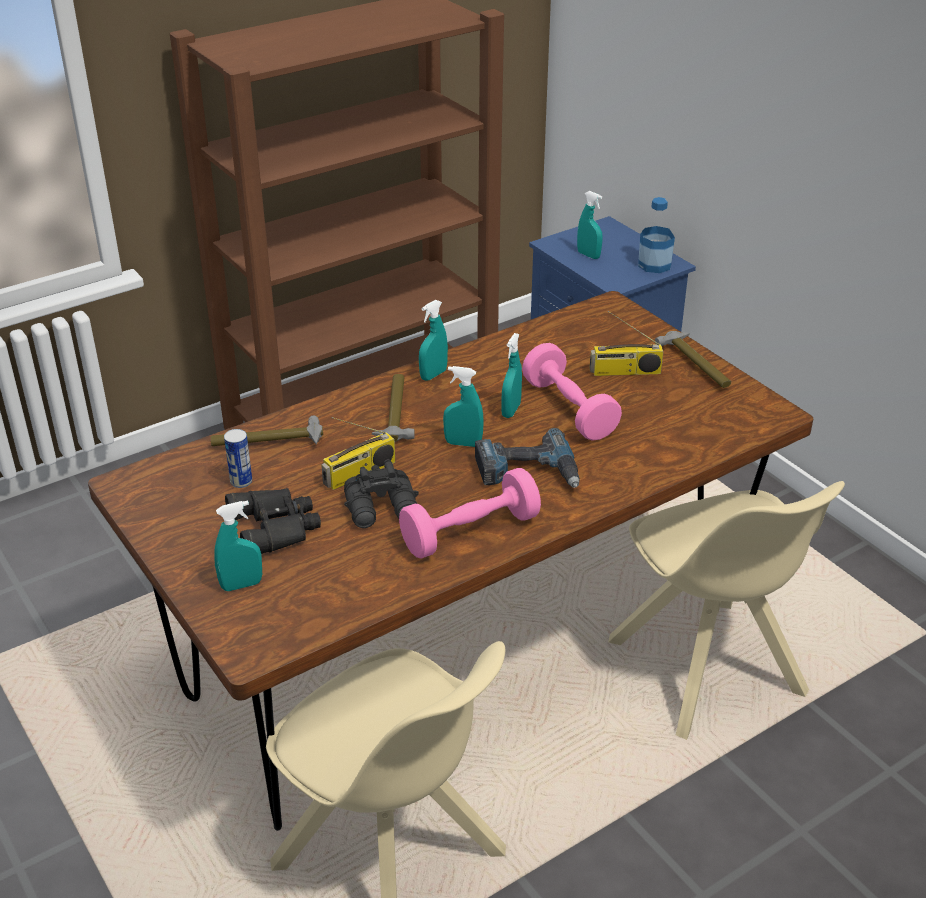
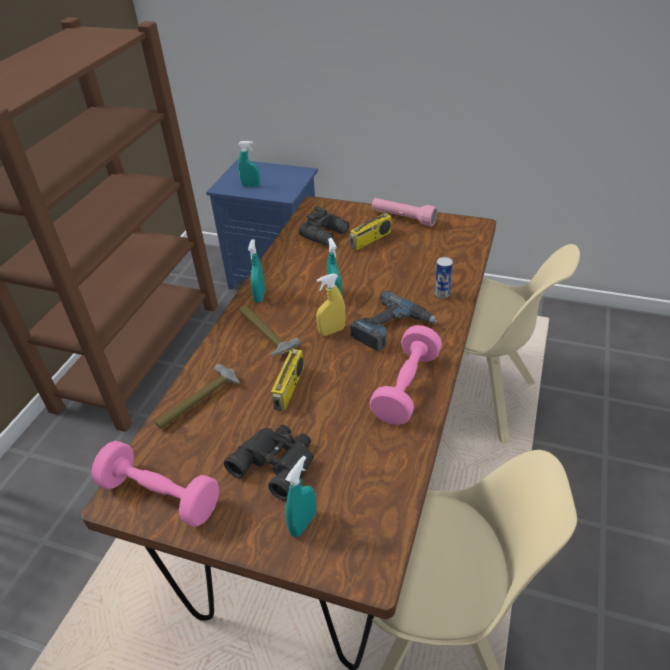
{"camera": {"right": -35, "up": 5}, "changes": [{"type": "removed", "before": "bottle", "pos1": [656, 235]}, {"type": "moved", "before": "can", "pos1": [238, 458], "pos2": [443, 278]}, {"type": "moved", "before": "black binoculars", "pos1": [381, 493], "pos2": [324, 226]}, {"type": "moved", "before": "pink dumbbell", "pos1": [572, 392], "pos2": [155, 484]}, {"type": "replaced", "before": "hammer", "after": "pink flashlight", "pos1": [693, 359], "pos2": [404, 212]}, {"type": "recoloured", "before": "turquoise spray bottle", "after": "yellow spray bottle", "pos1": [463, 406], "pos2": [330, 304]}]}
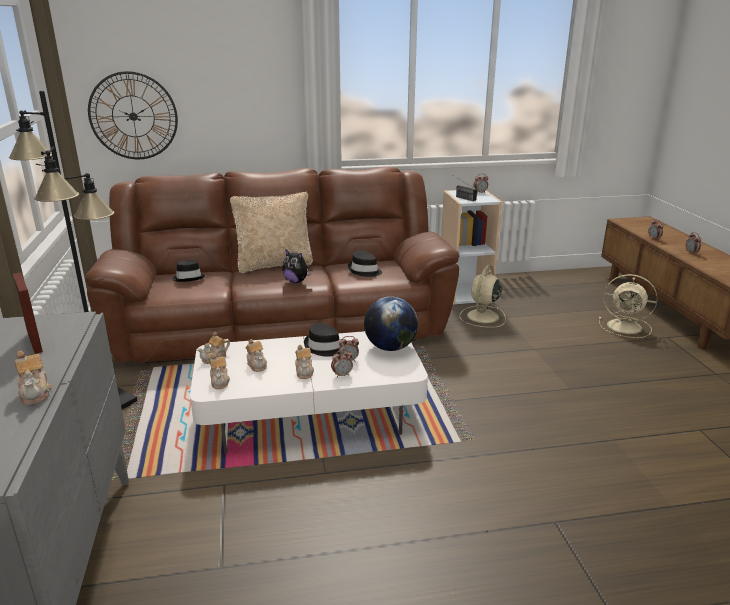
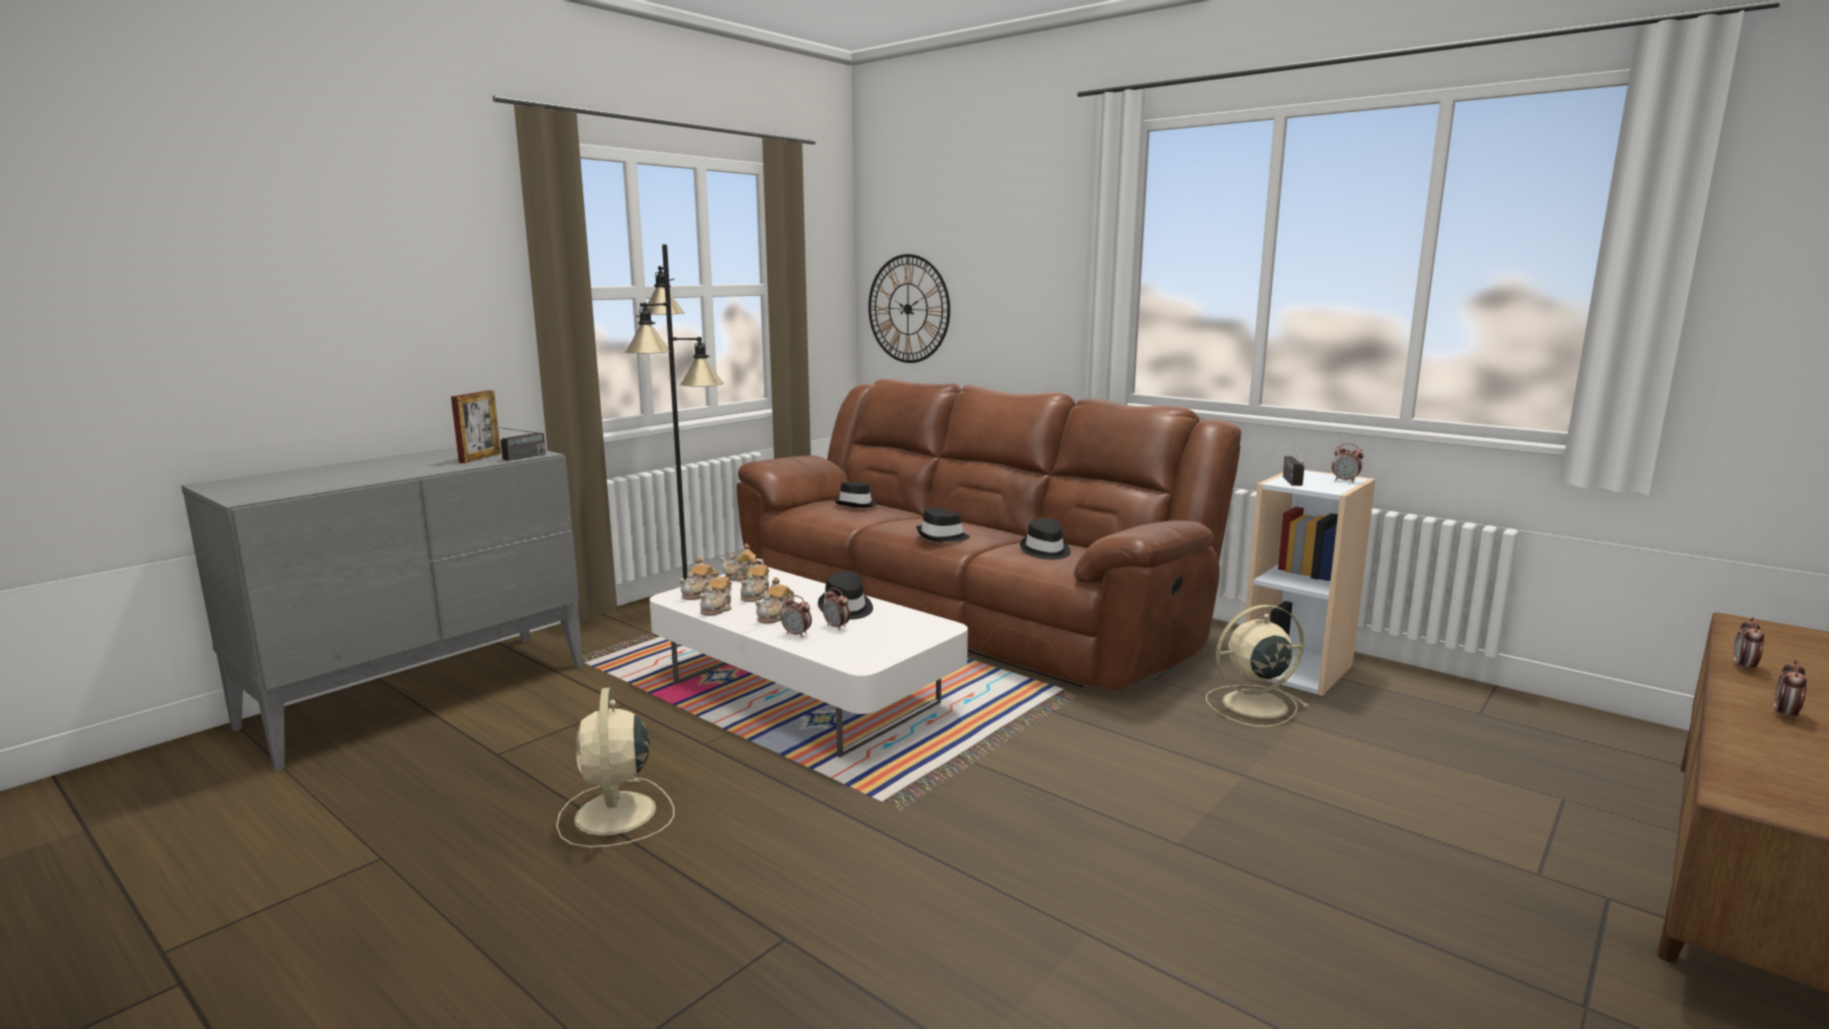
{"camera": {"right": 50, "up": -10}, "changes": [{"type": "removed", "before": "beige pillow", "pos1": [271, 232]}, {"type": "removed", "before": "globe", "pos1": [391, 324]}, {"type": "added", "after": "radio", "pos2": [511, 442]}, {"type": "moved", "before": "teapot", "pos1": [33, 378], "pos2": [715, 593]}, {"type": "moved", "before": "beige fan", "pos1": [628, 306], "pos2": [615, 767]}, {"type": "replaced", "before": "plush toy", "after": "black hat", "pos1": [297, 266], "pos2": [943, 525]}]}
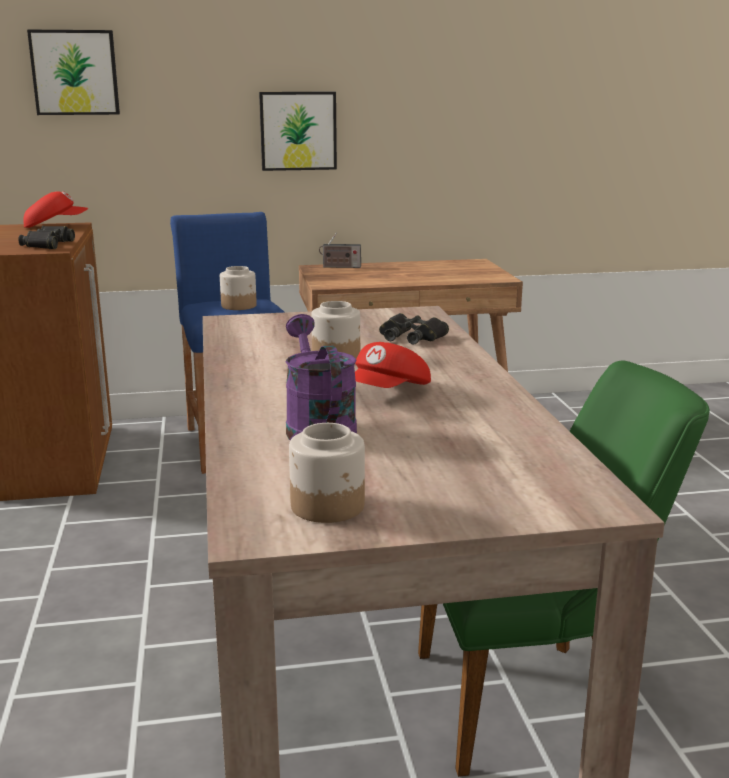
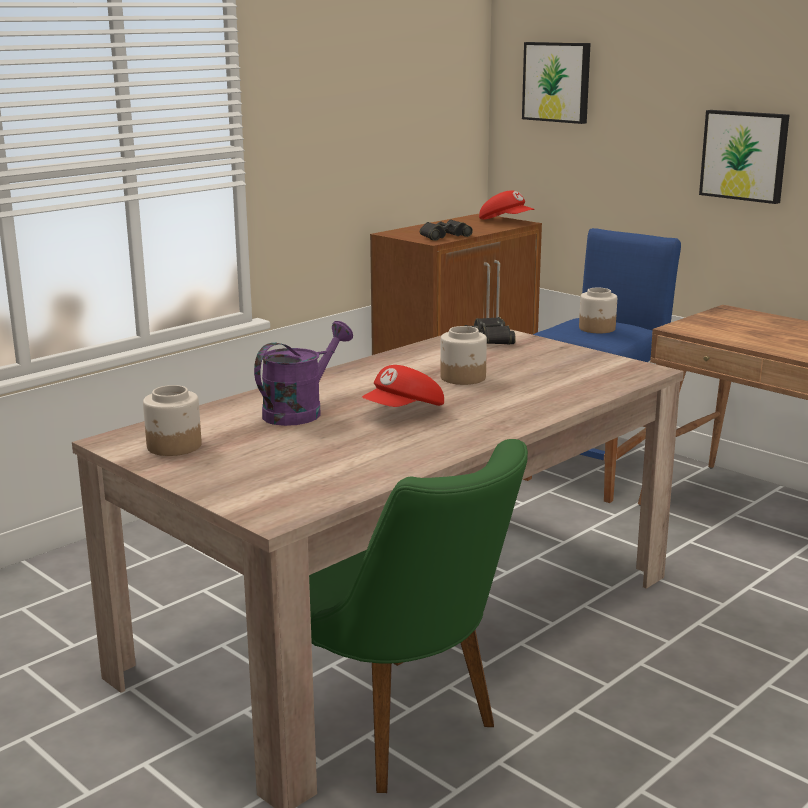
{"camera": {"right": 55, "up": 0}, "changes": [{"type": "removed", "before": "radio", "pos1": [340, 250]}, {"type": "moved", "before": "black binoculars", "pos1": [414, 329], "pos2": [490, 331]}, {"type": "turned", "before": "red cap", "pos1": [393, 365], "pos2": [403, 386], "turn": -45}]}
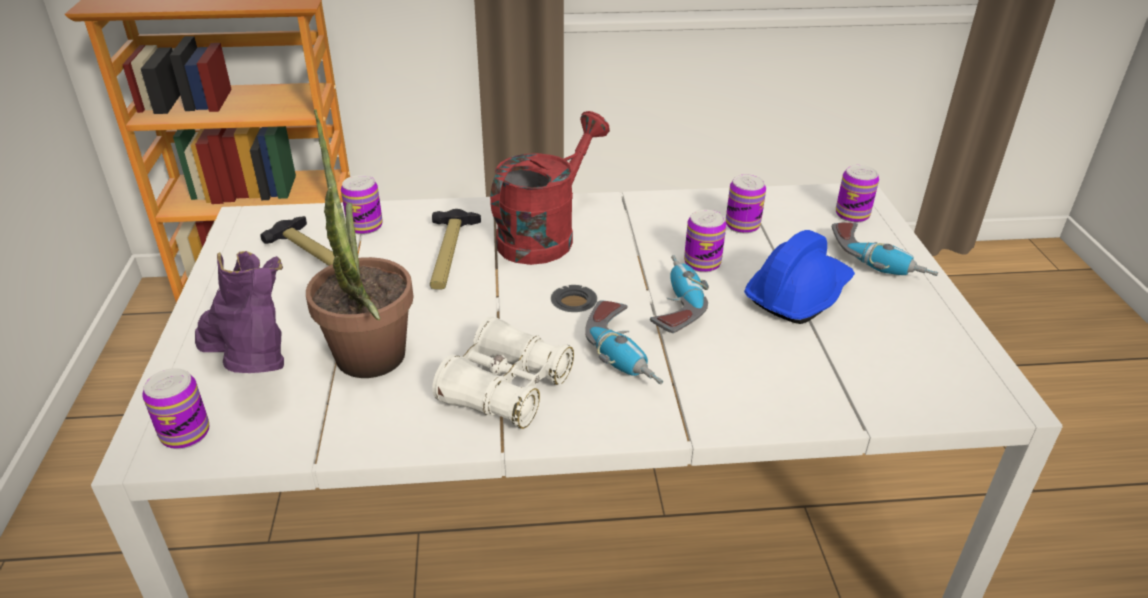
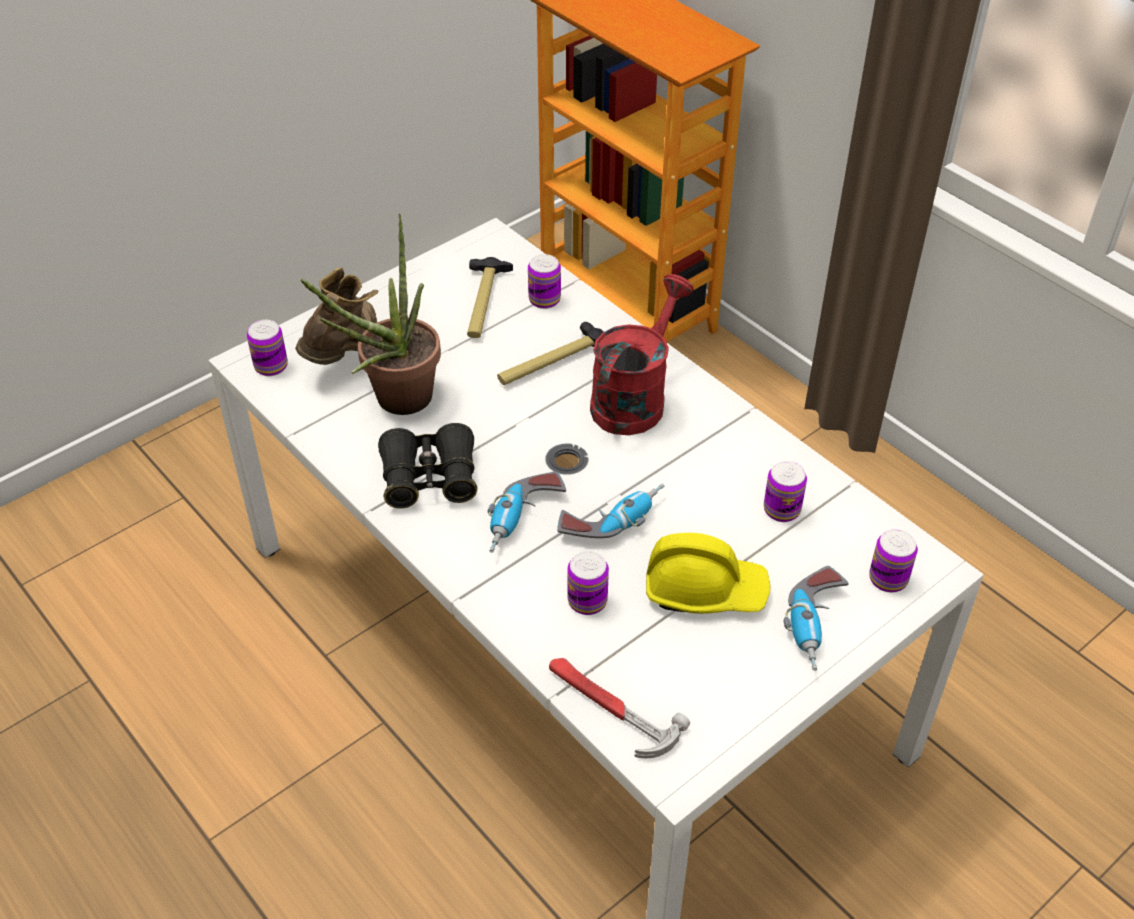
{"camera": {"right": 55, "up": 10}, "changes": [{"type": "added", "after": "hammer", "pos2": [619, 708]}, {"type": "moved", "before": "can", "pos1": [705, 241], "pos2": [588, 583]}, {"type": "recoloured", "before": "purple boot", "after": "brown boot", "pos1": [239, 312], "pos2": [337, 316]}, {"type": "recoloured", "before": "white binoculars", "after": "black binoculars", "pos1": [503, 372], "pos2": [427, 466]}, {"type": "recoloured", "before": "blue hard hat", "after": "yellow hard hat", "pos1": [799, 277], "pos2": [708, 573]}, {"type": "turned", "before": "red watering can", "pos1": [550, 188], "pos2": [642, 354], "turn": -60}]}
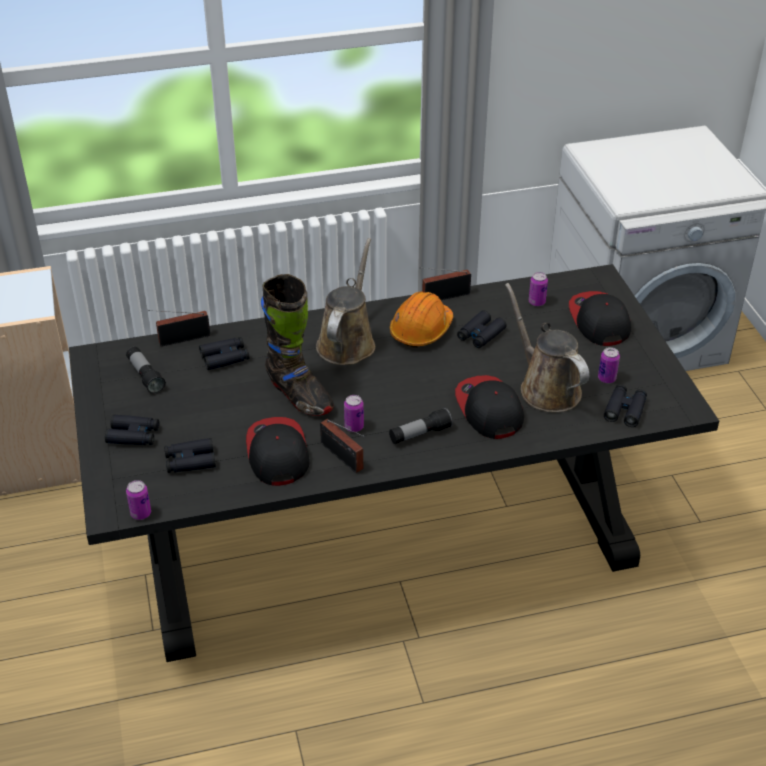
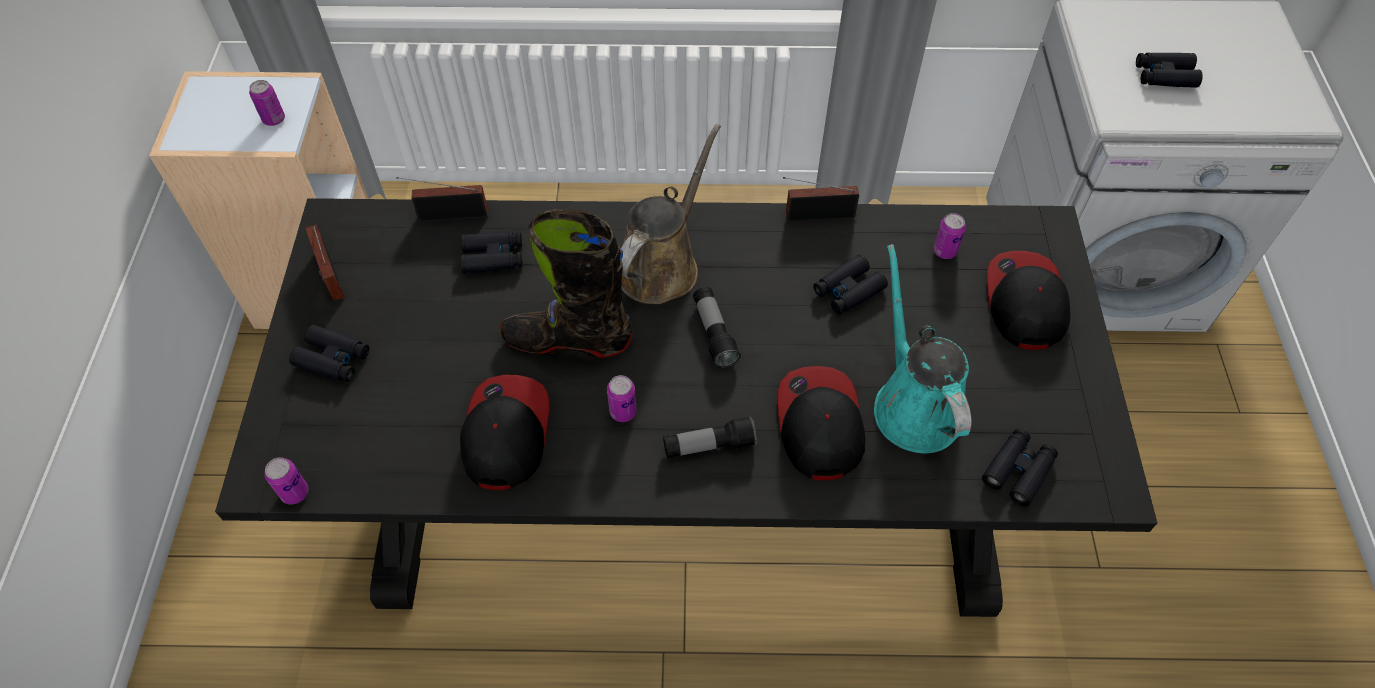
{"camera": {"right": 15, "up": 15}, "changes": [{"type": "removed", "before": "orange hard hat", "pos1": [421, 319]}, {"type": "moved", "before": "flashlight", "pos1": [146, 370], "pos2": [717, 327]}, {"type": "moved", "before": "black binoculars", "pos1": [190, 455], "pos2": [1169, 70]}, {"type": "moved", "before": "radio", "pos1": [343, 446], "pos2": [325, 262]}, {"type": "moved", "before": "can", "pos1": [609, 365], "pos2": [267, 103]}, {"type": "recoloured", "before": "brown watering can", "after": "turquoise watering can", "pos1": [547, 347], "pos2": [923, 348]}, {"type": "turned", "before": "black boot", "pos1": [297, 345], "pos2": [566, 283], "turn": 120}]}
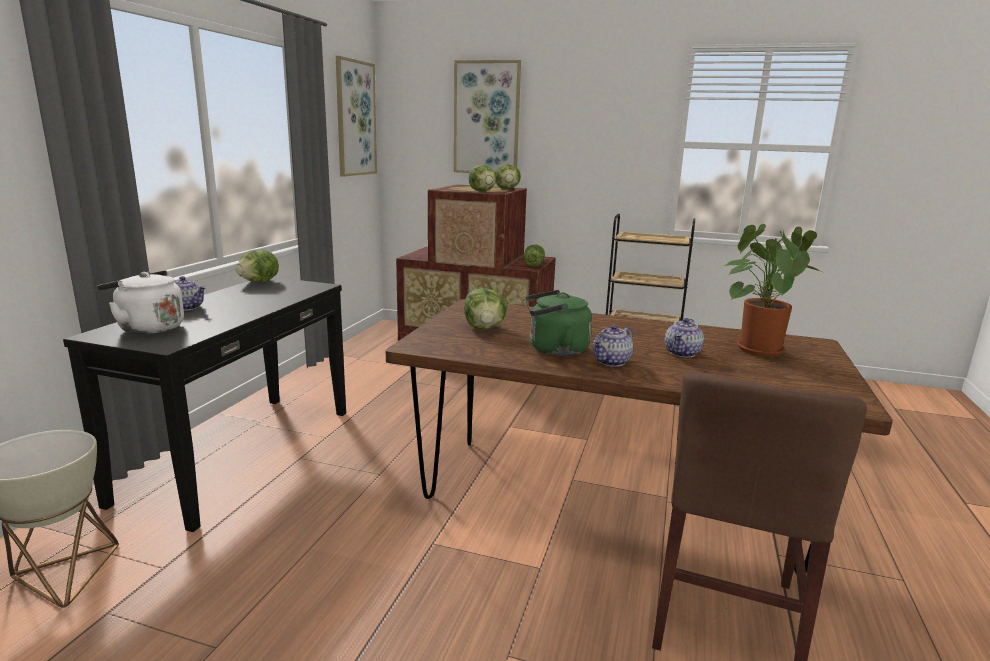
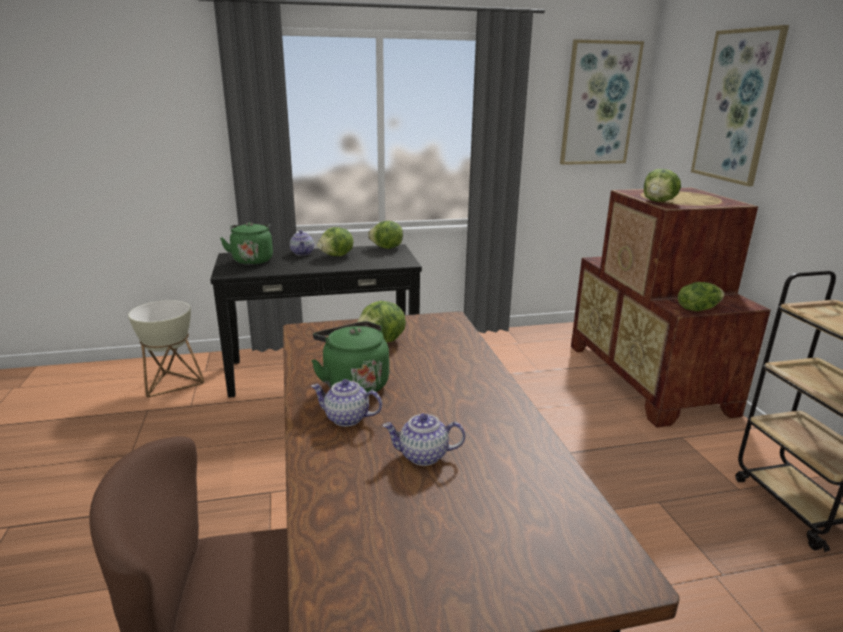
{"camera": {"right": 60, "up": 5}, "changes": [{"type": "removed", "before": "potted plant", "pos1": [775, 290]}, {"type": "moved", "before": "lettuce", "pos1": [508, 176], "pos2": [335, 241]}, {"type": "recoloured", "before": "white kettle", "after": "green kettle", "pos1": [140, 302], "pos2": [246, 243]}]}
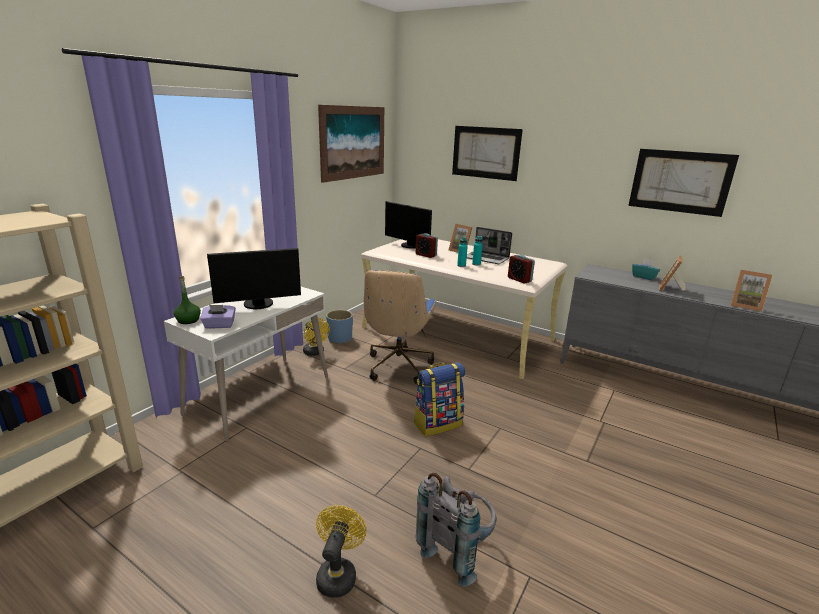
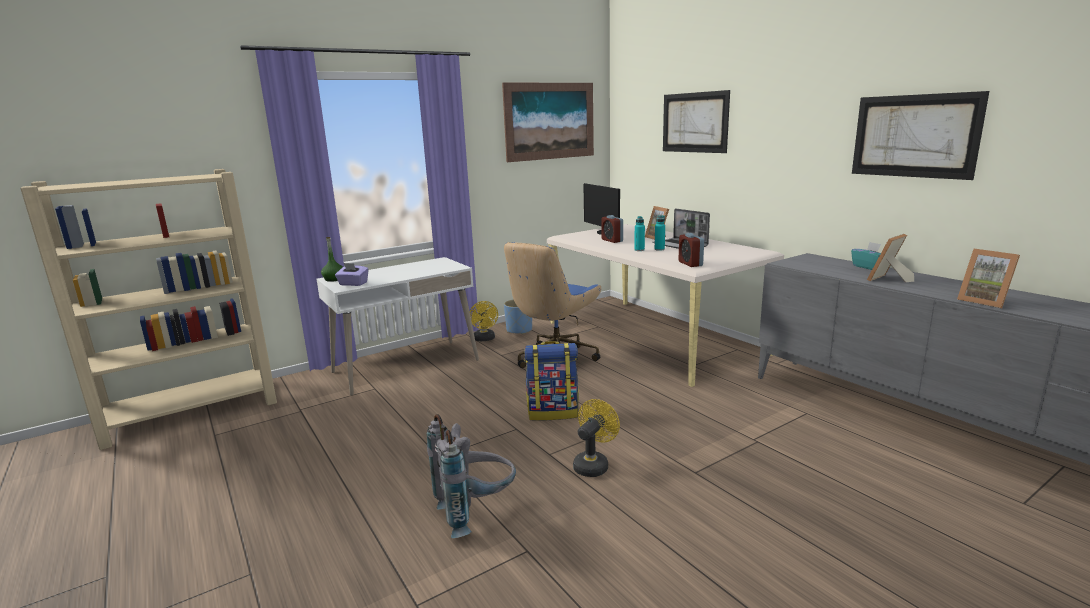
{"camera": {"right": 25, "up": -5}, "changes": [{"type": "removed", "before": "monitor", "pos1": [254, 278]}, {"type": "moved", "before": "yellow fan", "pos1": [341, 551], "pos2": [596, 438]}]}
